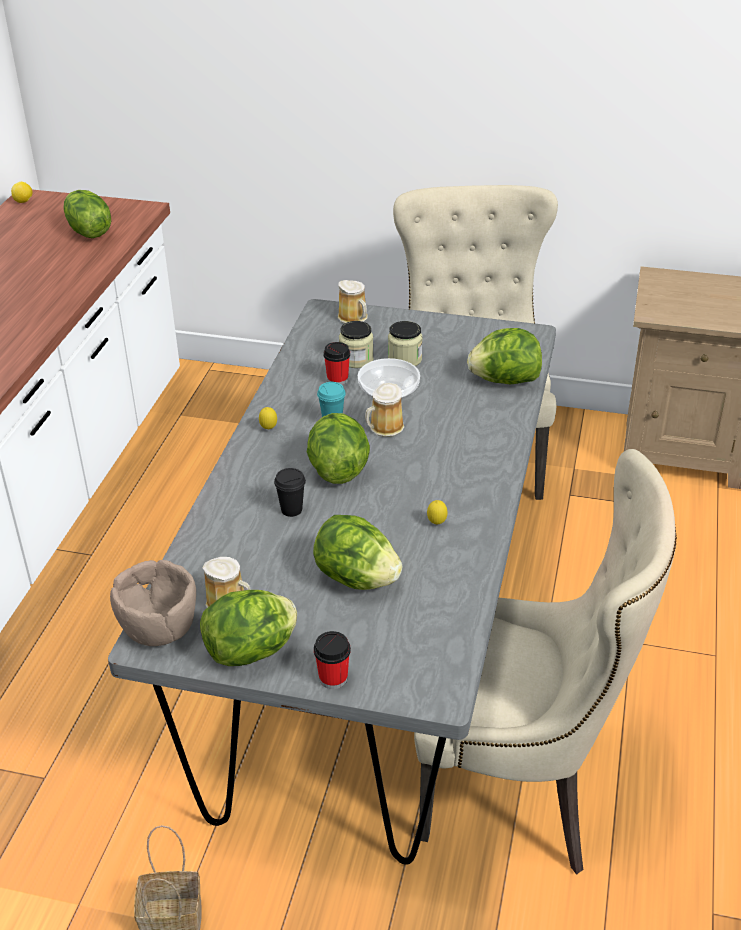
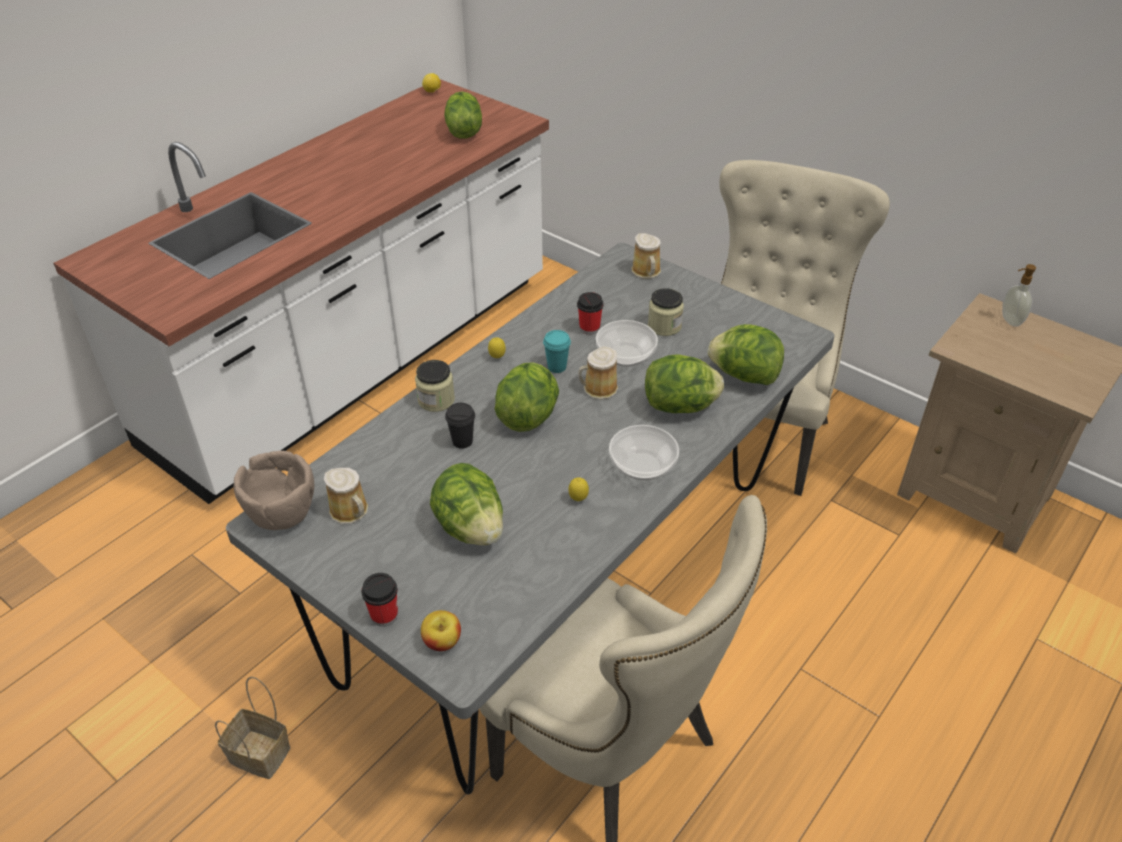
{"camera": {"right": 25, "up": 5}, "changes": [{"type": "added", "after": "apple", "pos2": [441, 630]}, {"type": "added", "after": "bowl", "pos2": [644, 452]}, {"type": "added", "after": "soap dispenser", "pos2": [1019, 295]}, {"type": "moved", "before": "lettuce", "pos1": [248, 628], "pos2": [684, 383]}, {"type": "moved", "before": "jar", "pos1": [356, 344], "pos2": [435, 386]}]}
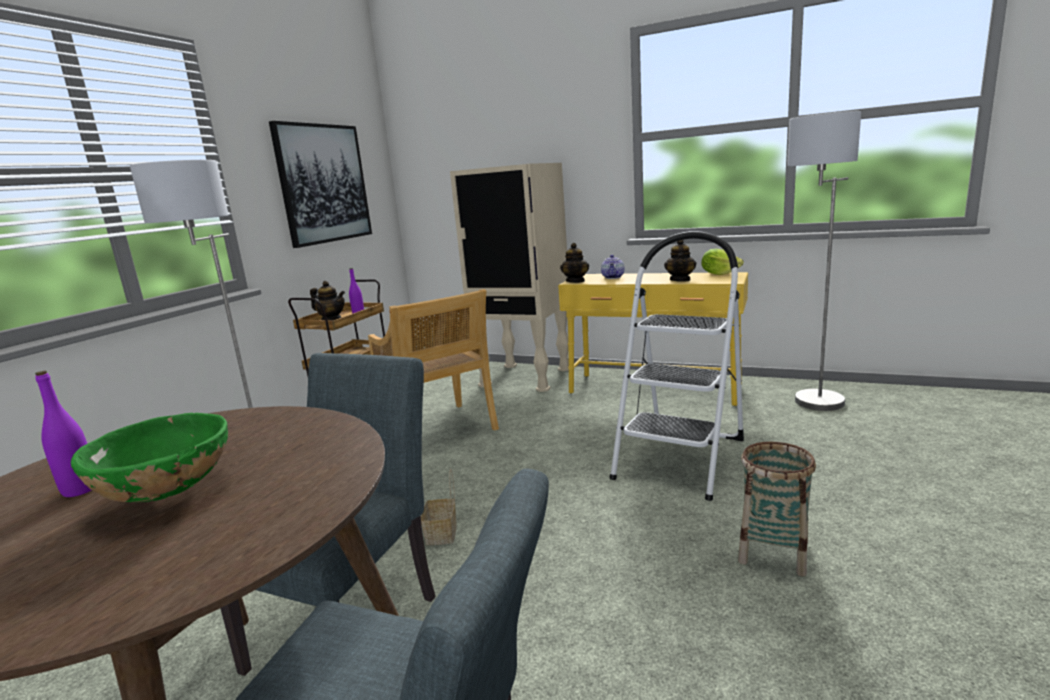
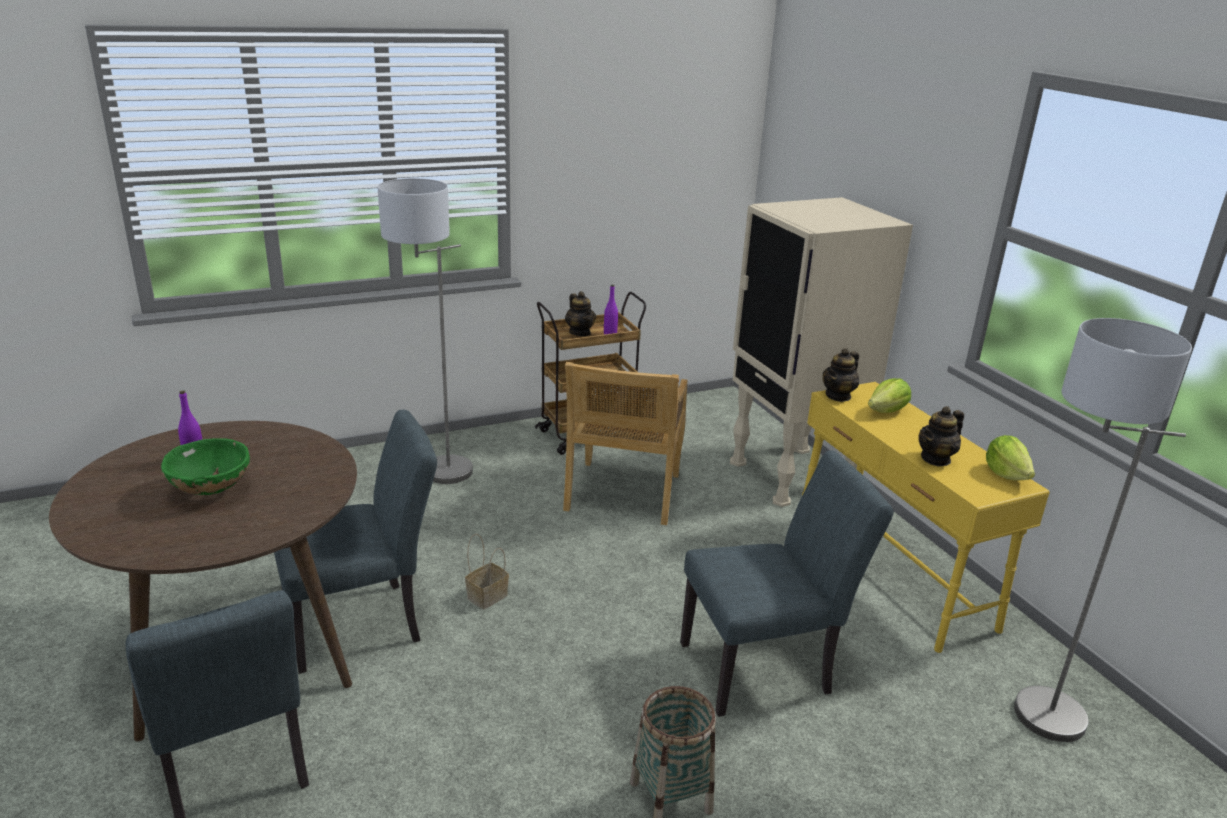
{"camera": {"right": 40, "up": 10}, "changes": [{"type": "removed", "before": "picture", "pos1": [320, 184]}, {"type": "replaced", "before": "teapot", "after": "lettuce", "pos1": [612, 267], "pos2": [889, 395]}, {"type": "replaced", "before": "step ladder", "after": "grey chair", "pos1": [676, 366], "pos2": [787, 583]}]}
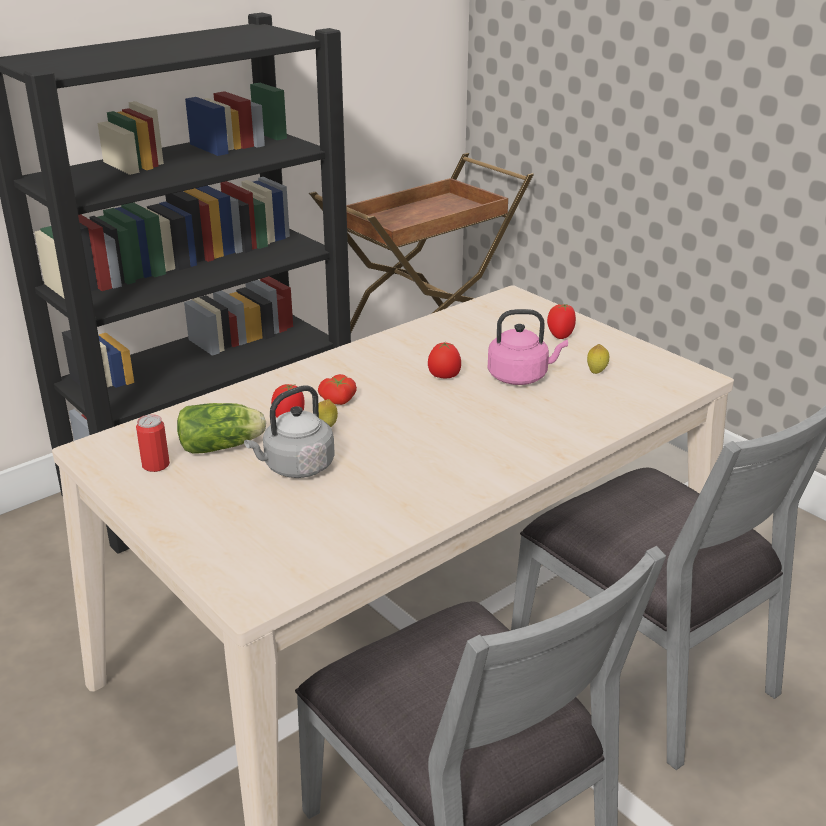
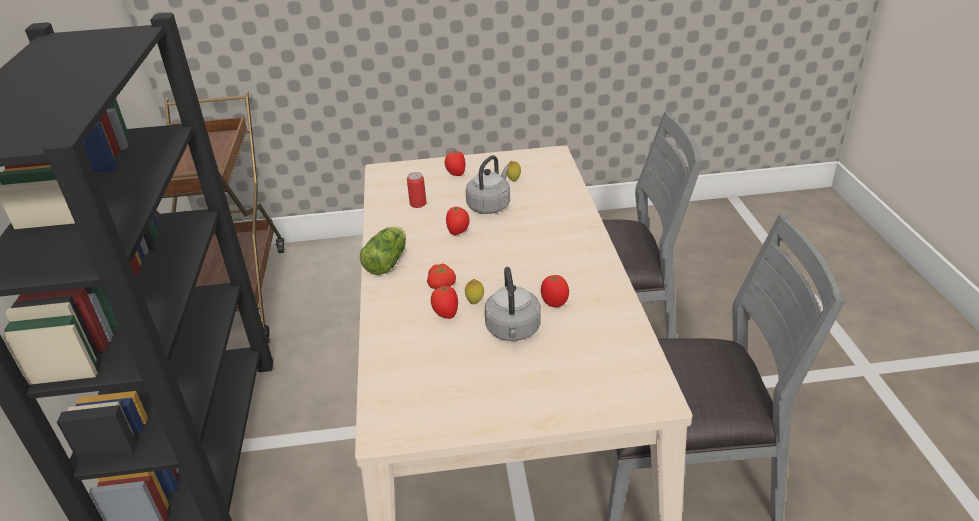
{"camera": {"right": -55, "up": 5}, "changes": [{"type": "added", "after": "tomato", "pos2": [555, 291]}, {"type": "moved", "before": "can", "pos1": [153, 443], "pos2": [417, 190]}, {"type": "moved", "before": "lettuce", "pos1": [221, 428], "pos2": [383, 251]}, {"type": "recoloured", "before": "pink kettle", "after": "grey kettle", "pos1": [528, 347], "pos2": [488, 184]}]}
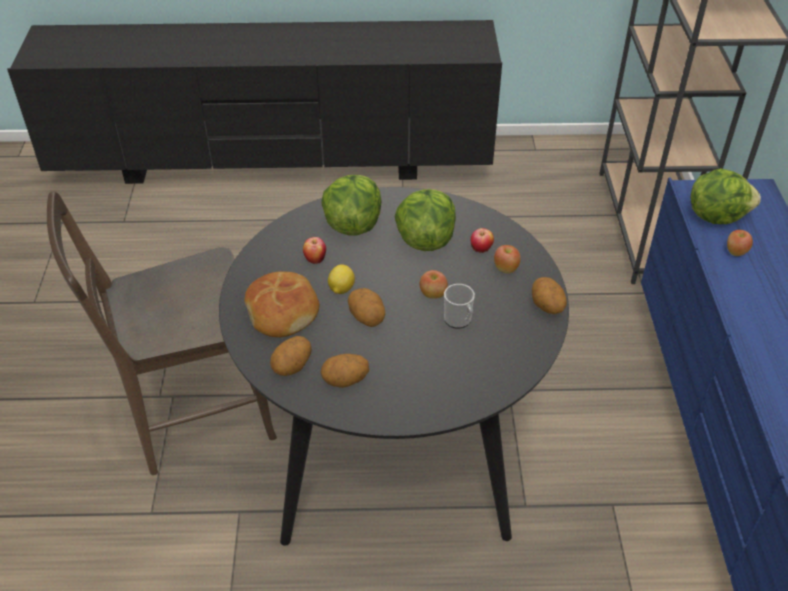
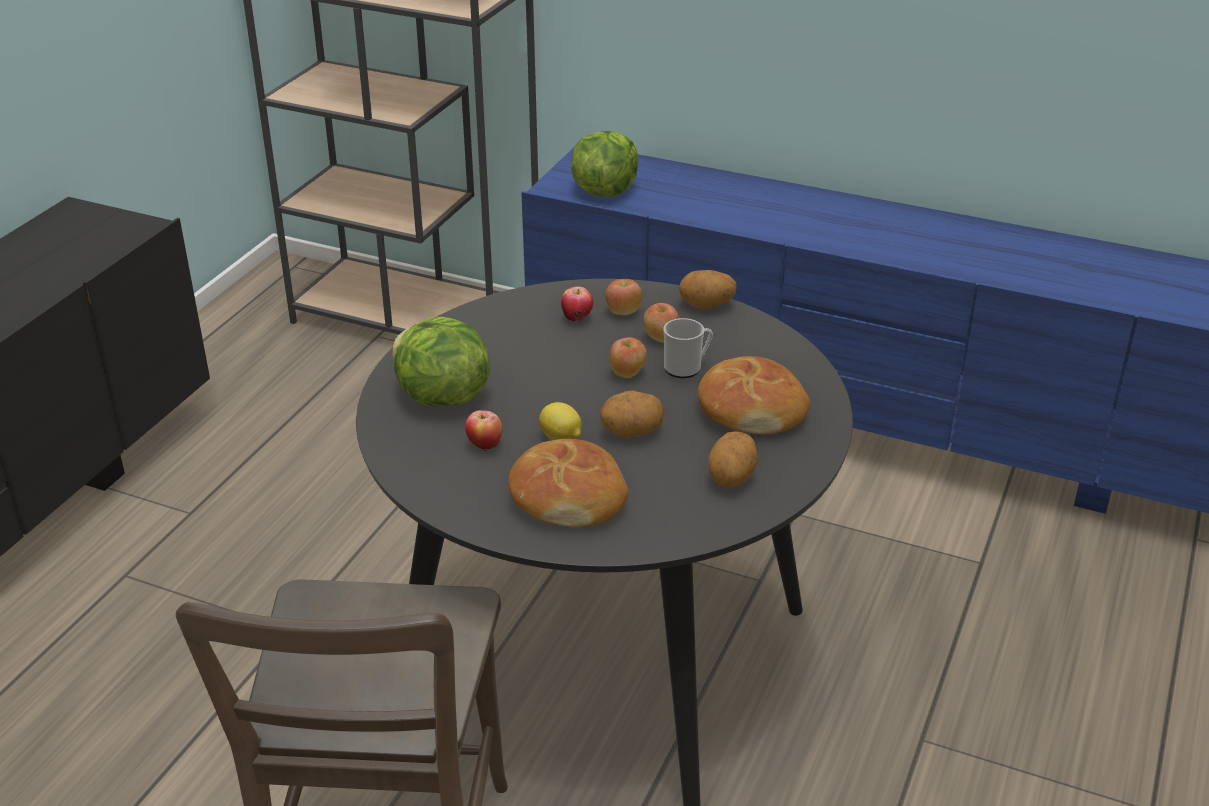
{"camera": {"right": -65, "up": -10}, "changes": [{"type": "removed", "before": "potato", "pos1": [291, 356]}, {"type": "removed", "before": "lettuce", "pos1": [425, 220]}, {"type": "added", "after": "bread", "pos2": [754, 395]}, {"type": "moved", "before": "apple", "pos1": [740, 243], "pos2": [661, 323]}]}
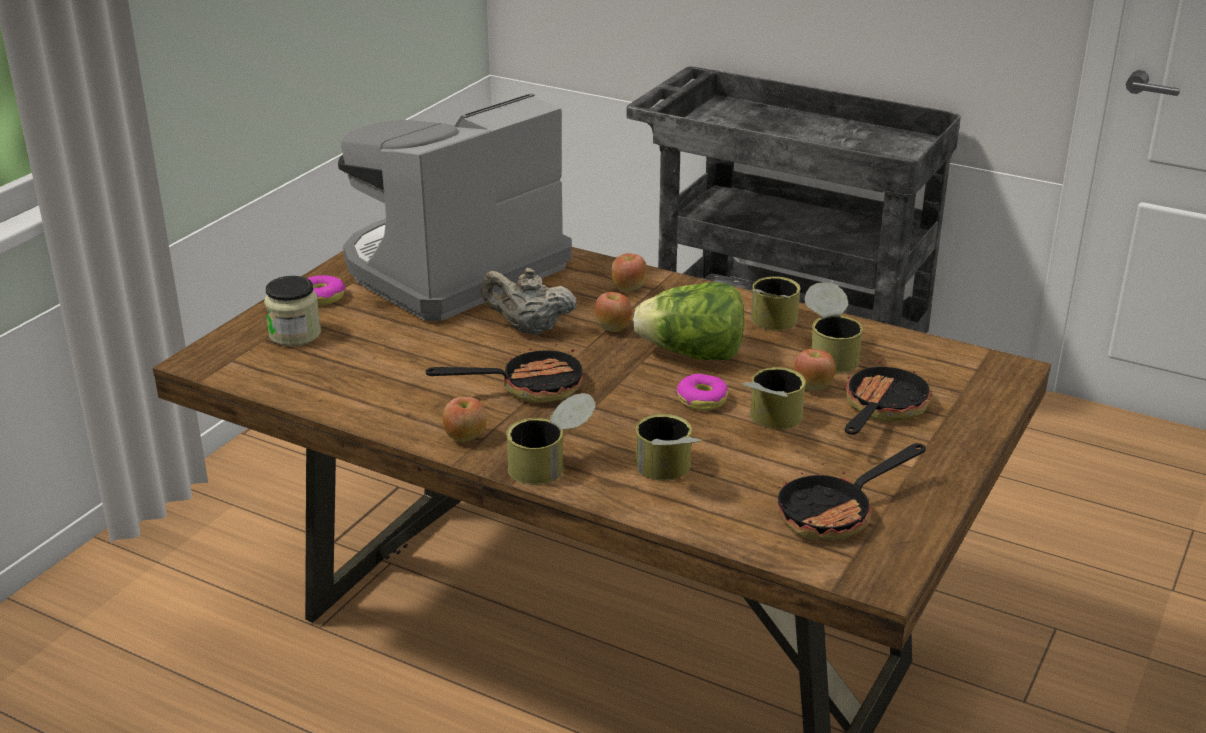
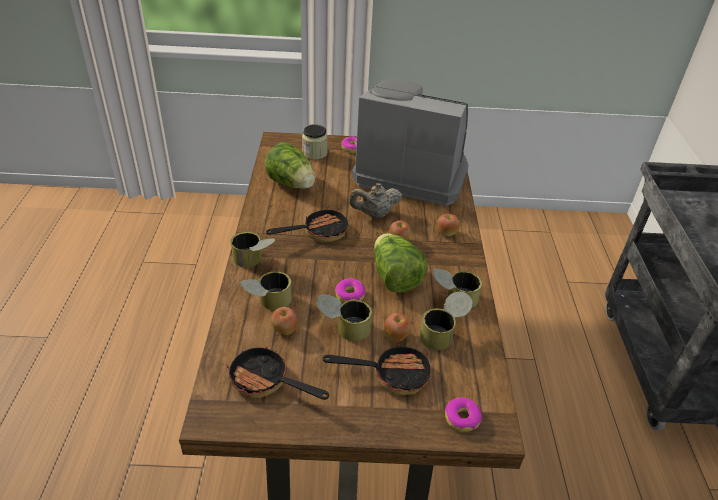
{"camera": {"right": 60, "up": 10}, "changes": [{"type": "added", "after": "lettuce", "pos2": [290, 165]}, {"type": "added", "after": "donut", "pos2": [463, 414]}, {"type": "moved", "before": "apple", "pos1": [464, 419], "pos2": [284, 321]}, {"type": "turned", "before": "frying pan", "pos1": [504, 373], "pos2": [307, 224], "turn": -75}, {"type": "turned", "before": "beige teapot", "pos1": [529, 301], "pos2": [375, 200], "turn": -90}]}
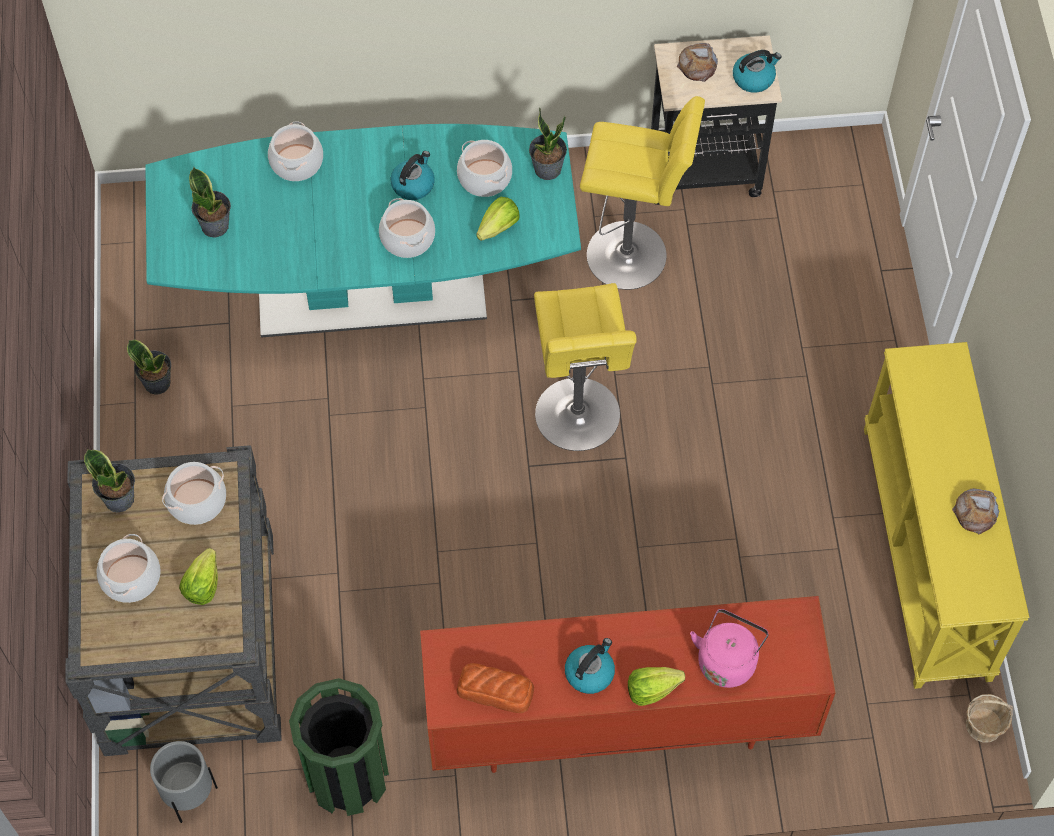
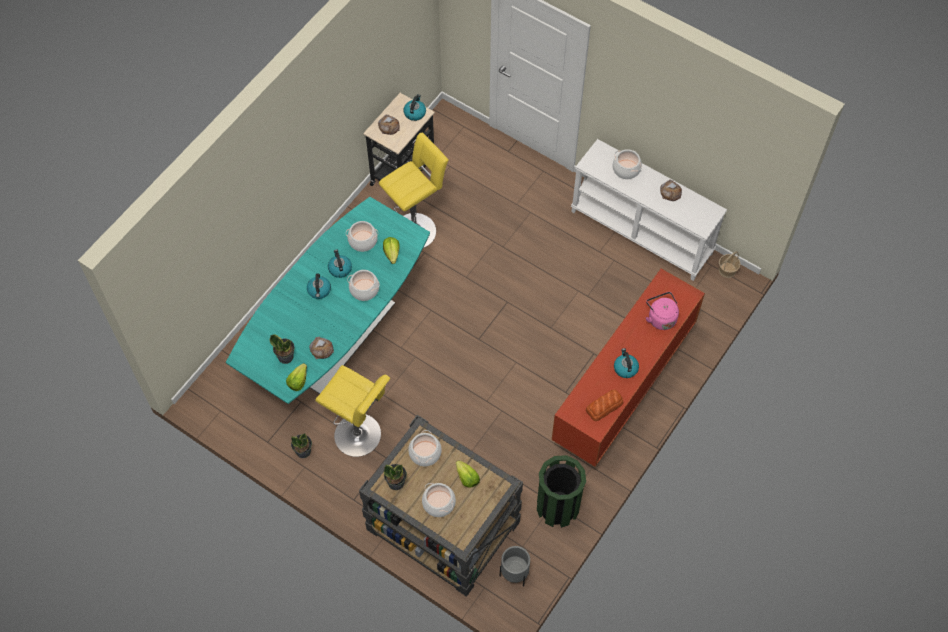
{"camera": {"right": -50, "up": 0}, "changes": [{"type": "removed", "before": "potted plant", "pos1": [548, 144]}, {"type": "added", "after": "kettle", "pos2": [319, 286]}, {"type": "added", "after": "bread", "pos2": [321, 347]}, {"type": "moved", "before": "cooking pot", "pos1": [295, 151], "pos2": [627, 164]}, {"type": "moved", "before": "yellow stool", "pos1": [585, 367], "pos2": [352, 411]}, {"type": "moved", "before": "lettuce", "pos1": [656, 686], "pos2": [296, 377]}, {"type": "recoloured", "before": "yellow console table", "after": "white console table", "pos1": [947, 515], "pos2": [649, 210]}]}
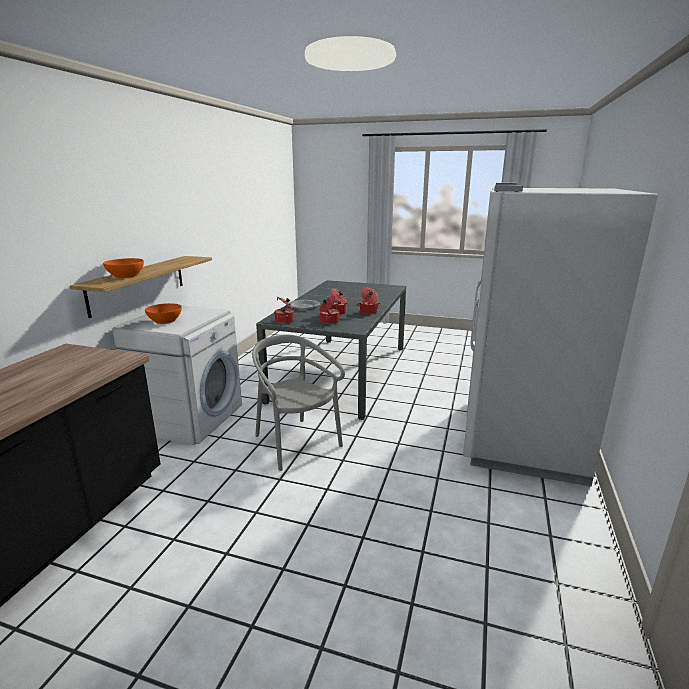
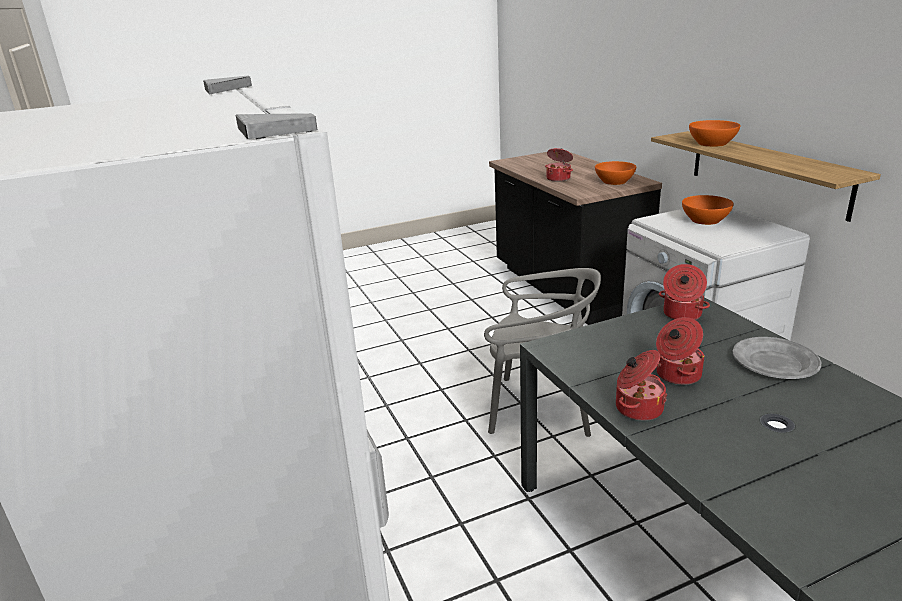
{"camera": {"right": 140, "up": 5}, "changes": [{"type": "added", "after": "orange bowl", "pos2": [615, 173]}, {"type": "moved", "before": "cooking pot", "pos1": [330, 310], "pos2": [559, 165]}]}
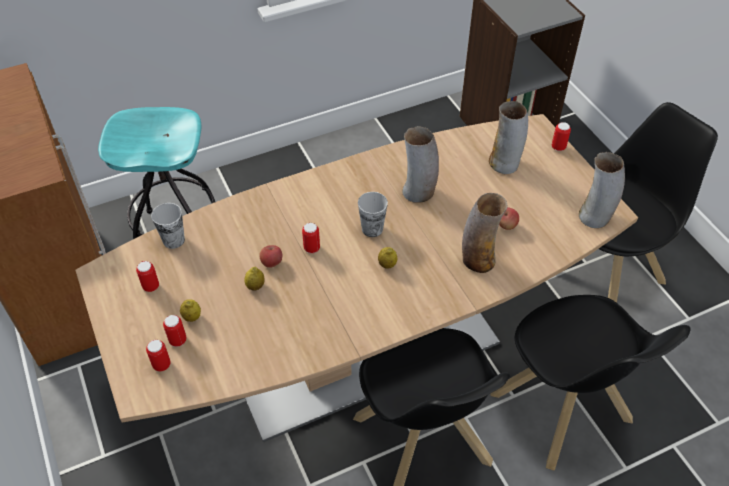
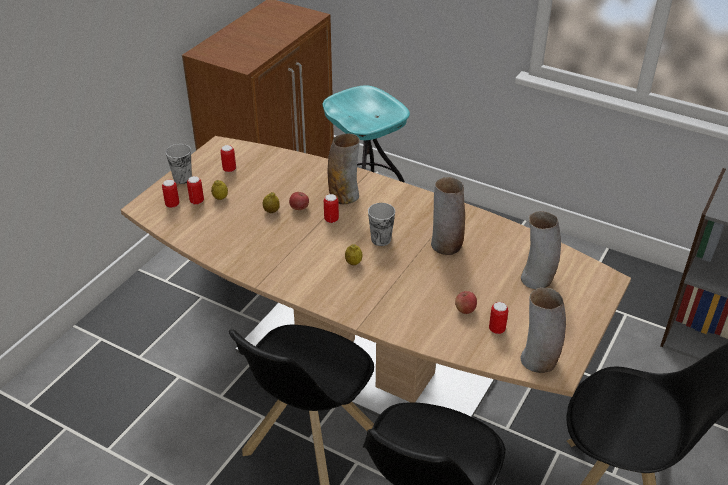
{"camera": {"right": 55, "up": -10}, "changes": [{"type": "moved", "before": "cup", "pos1": [168, 226], "pos2": [179, 164]}, {"type": "moved", "before": "vase", "pos1": [485, 233], "pos2": [343, 168]}, {"type": "moved", "before": "can", "pos1": [561, 136], "pos2": [498, 318]}]}
